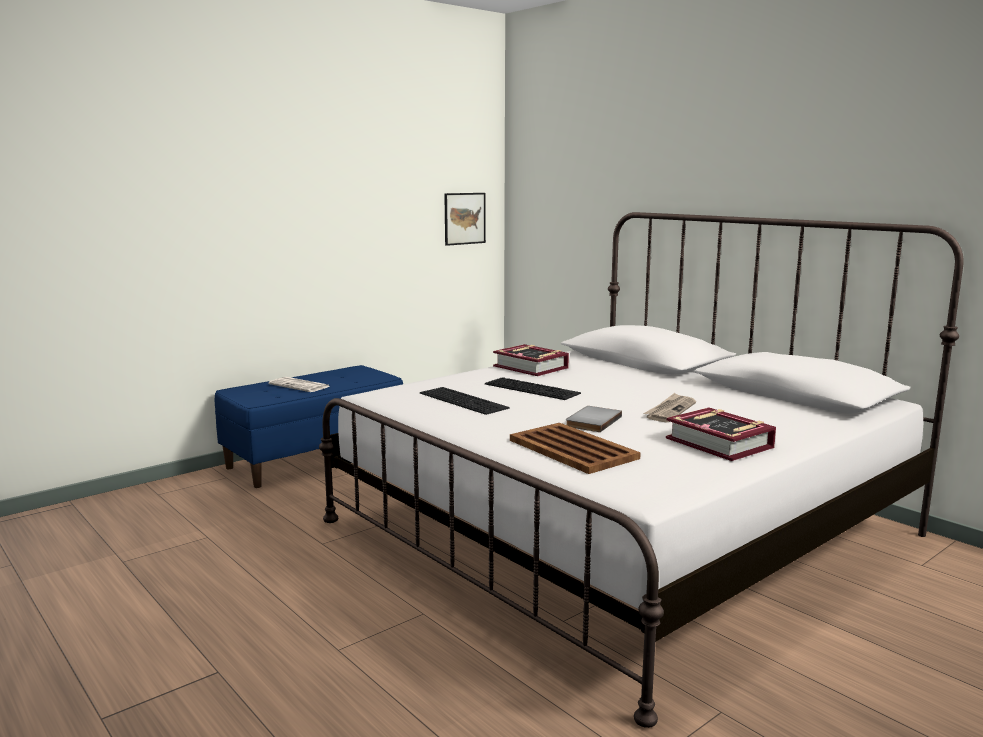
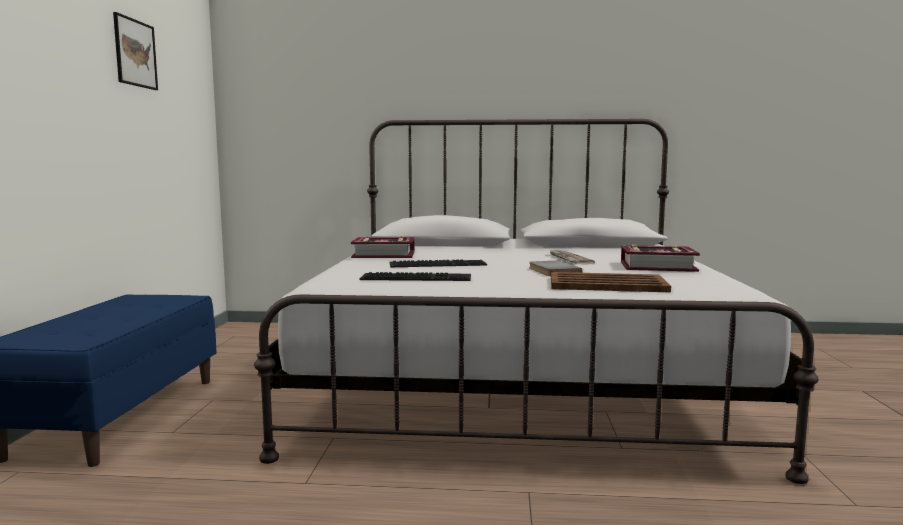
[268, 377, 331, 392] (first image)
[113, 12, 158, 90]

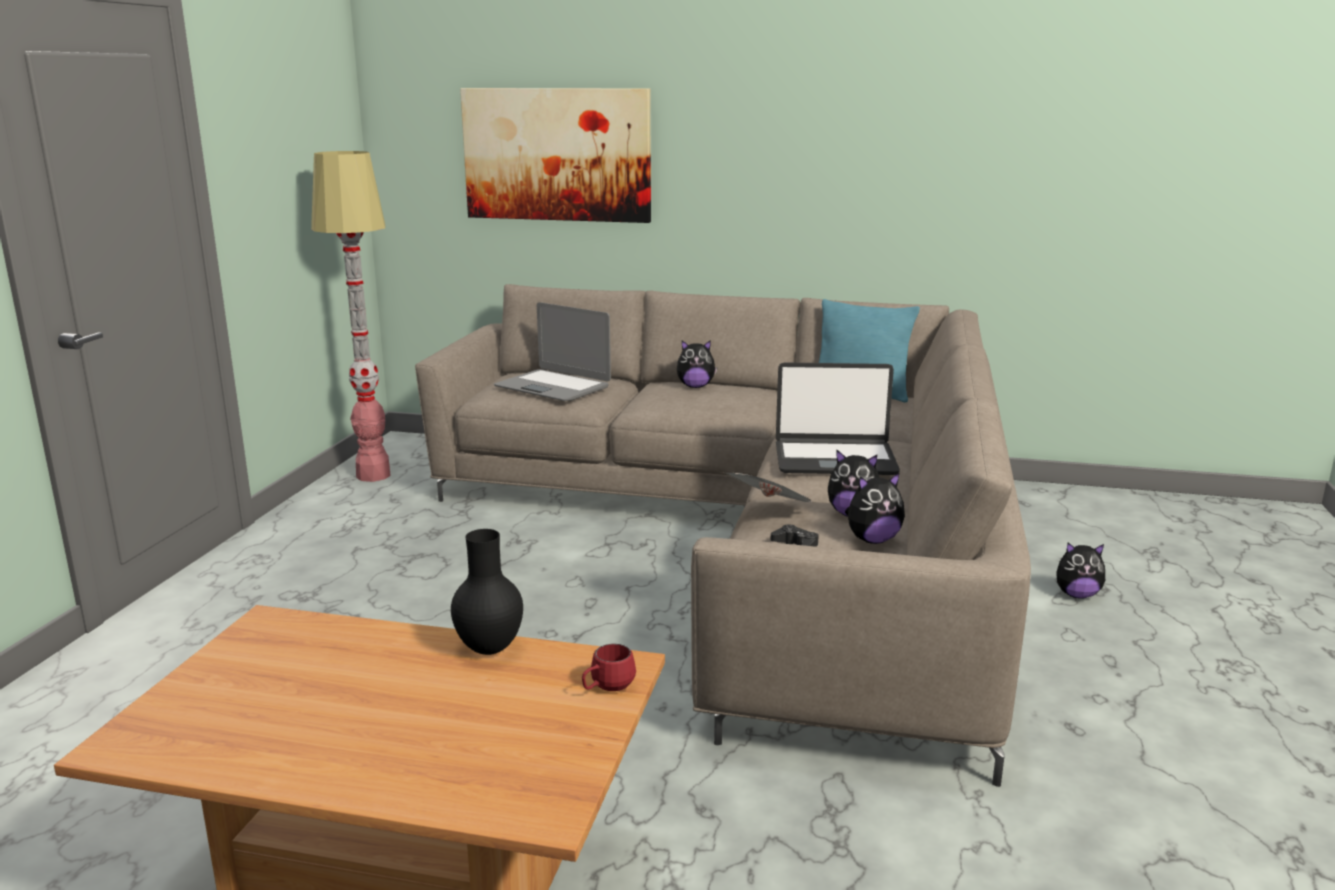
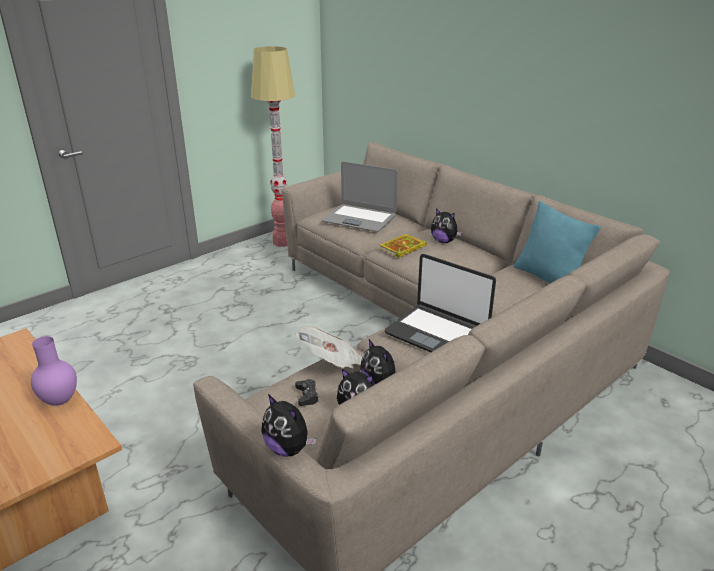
[460, 88, 651, 223] (first image)
[582, 643, 636, 691] (first image)
[380, 234, 427, 258]
[261, 394, 316, 457]
[31, 336, 77, 406]
[322, 162, 398, 232]

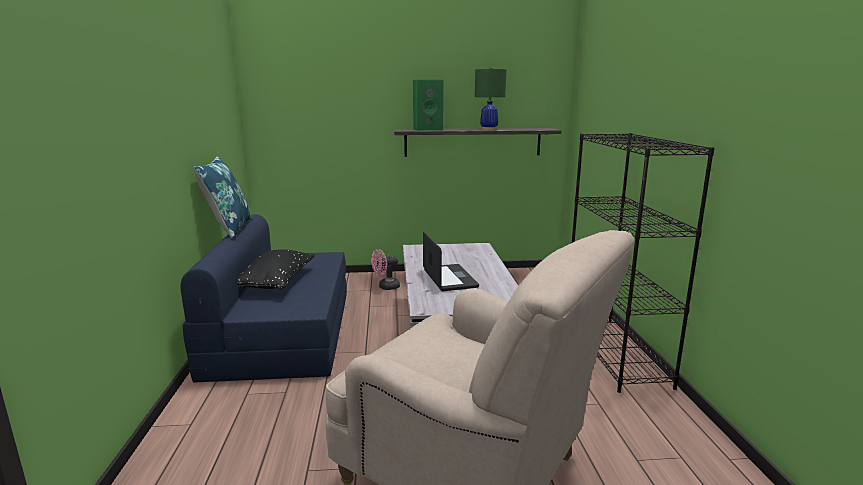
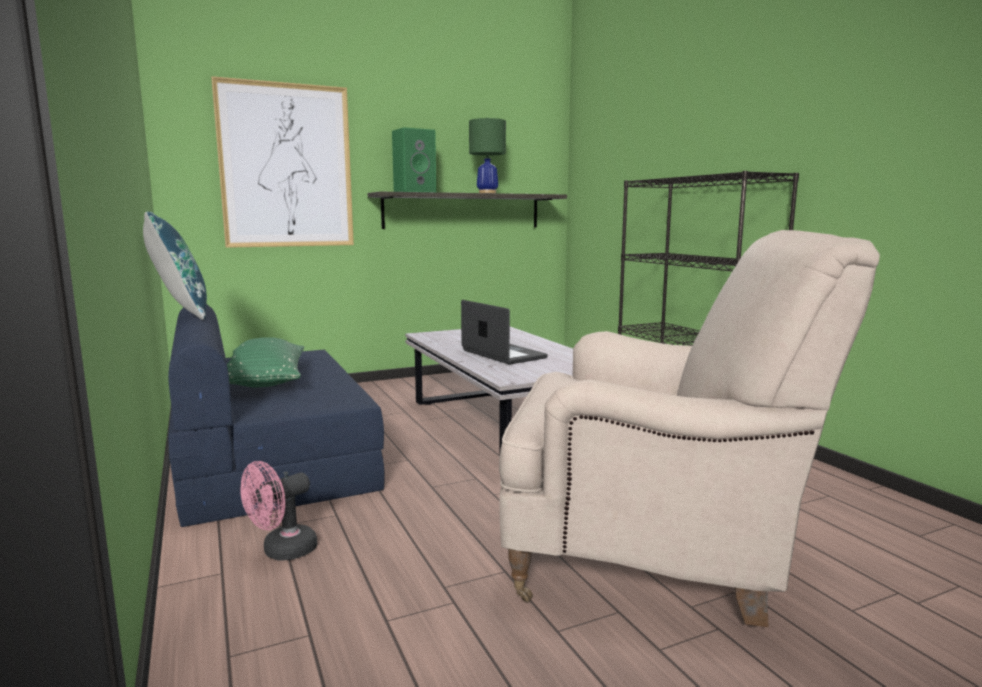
[211, 76, 354, 248]
[240, 461, 317, 560]
[227, 337, 304, 387]

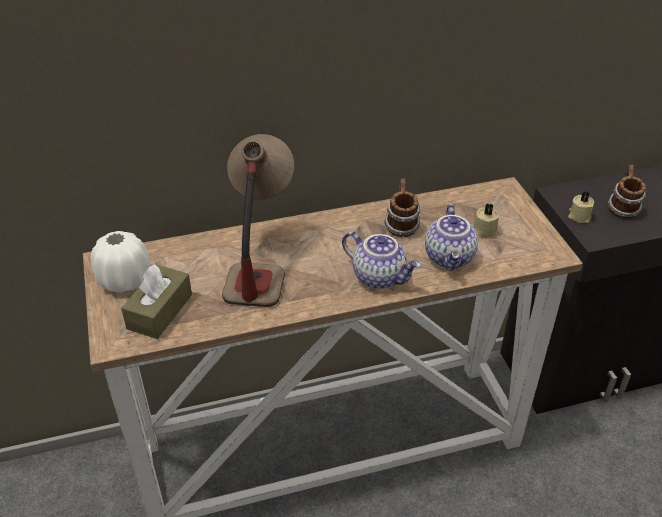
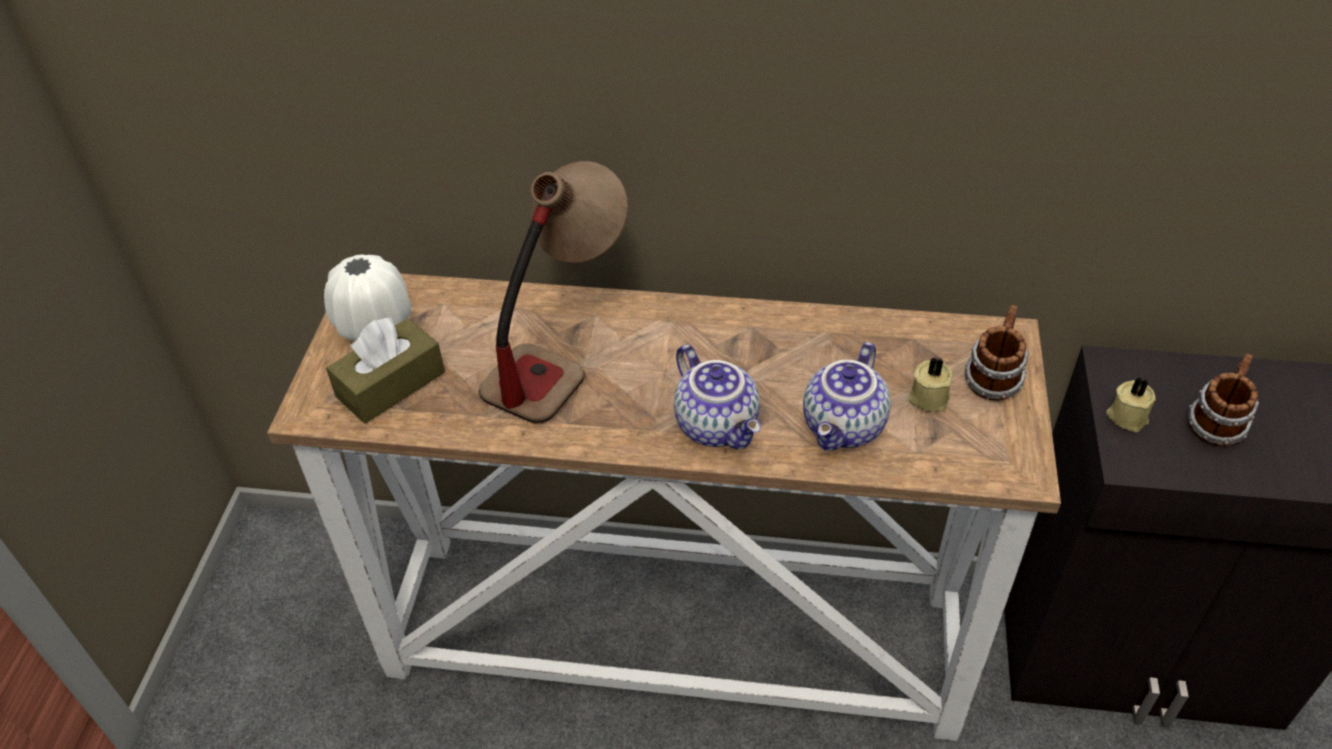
[965, 305, 1029, 401]

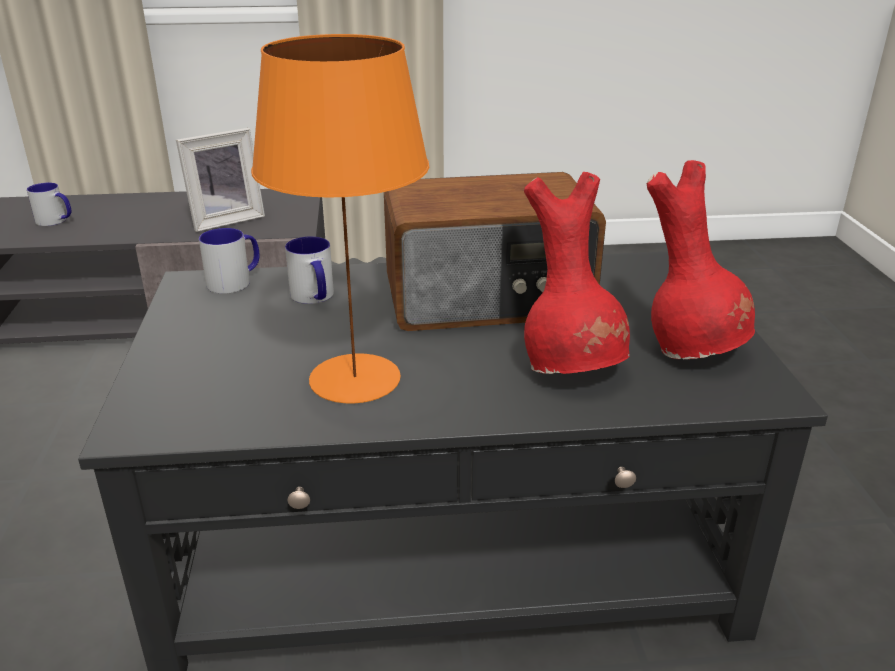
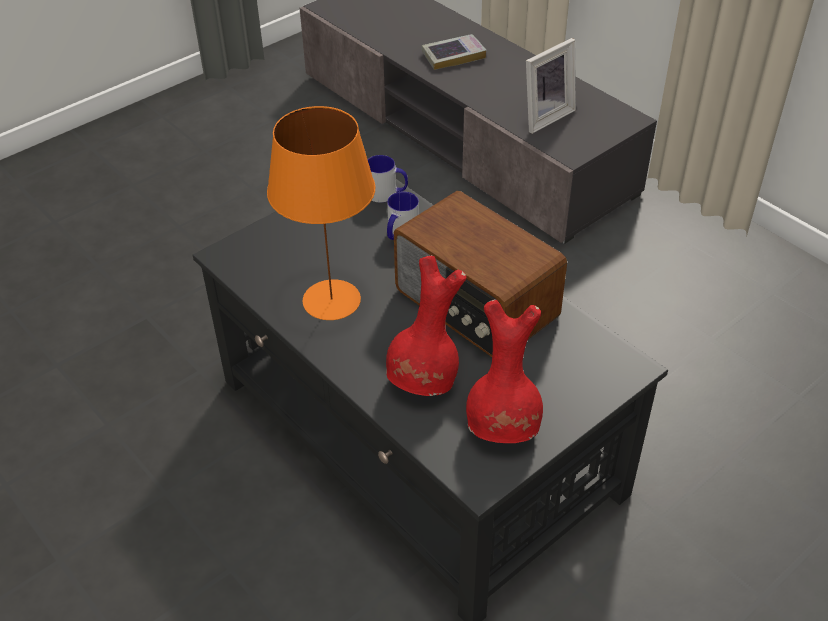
[421, 34, 486, 70]
[526, 38, 576, 134]

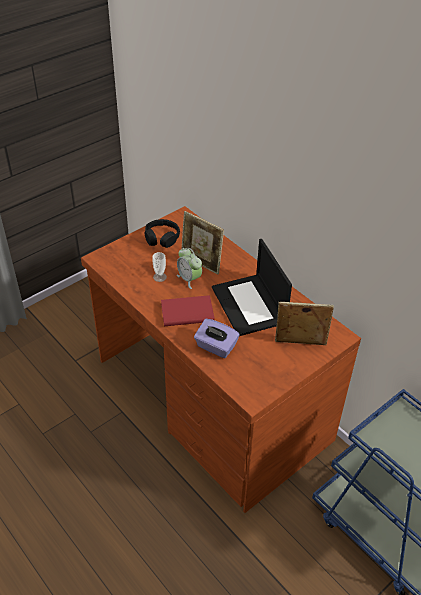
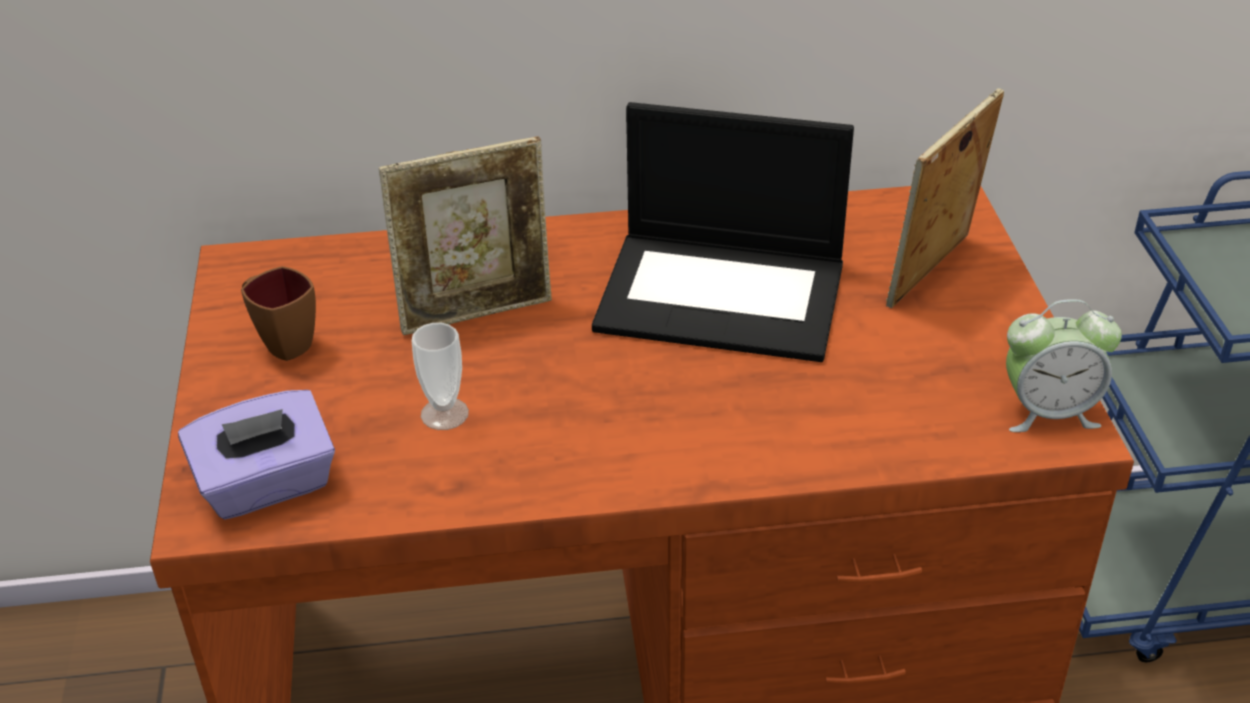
[161, 295, 215, 326] (first image)
[1006, 299, 1122, 432]
[178, 390, 335, 520]
[241, 266, 316, 361]

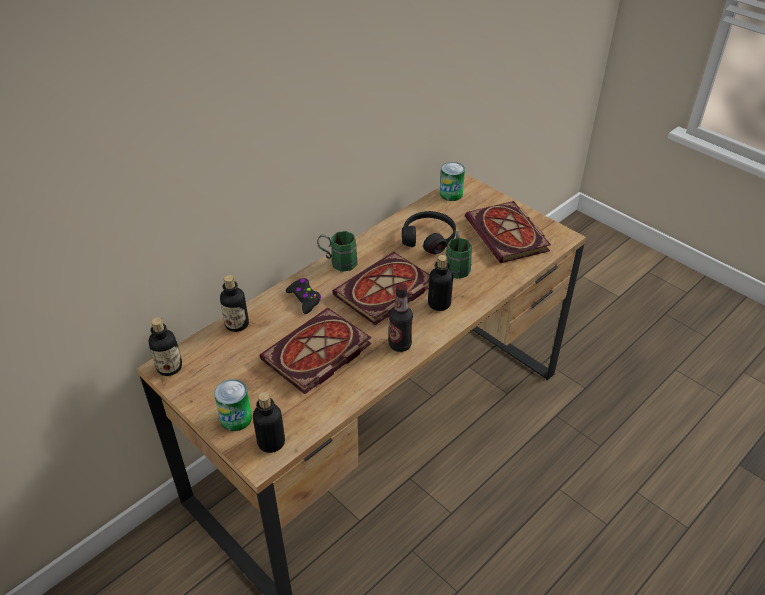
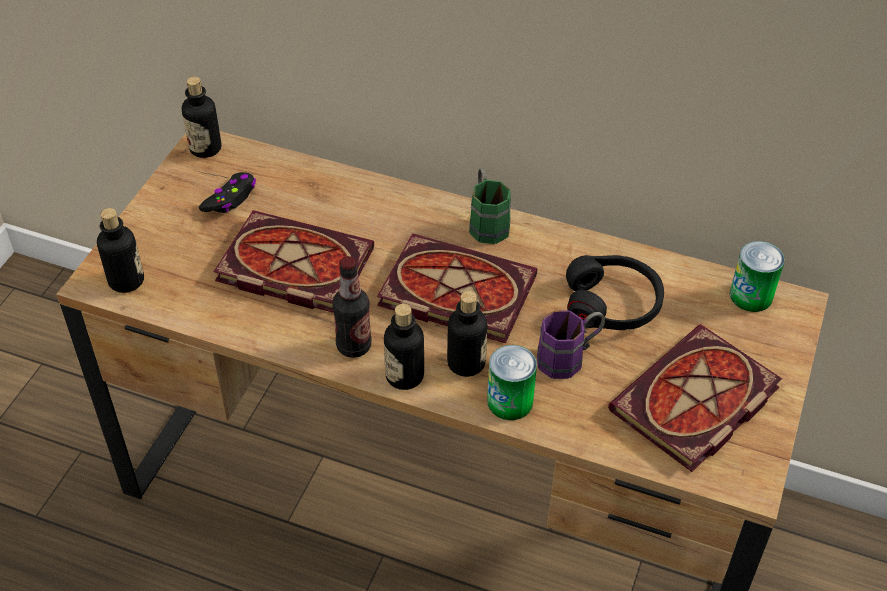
[487, 345, 537, 420]
[384, 304, 424, 390]
[199, 172, 256, 213]
[537, 310, 605, 379]

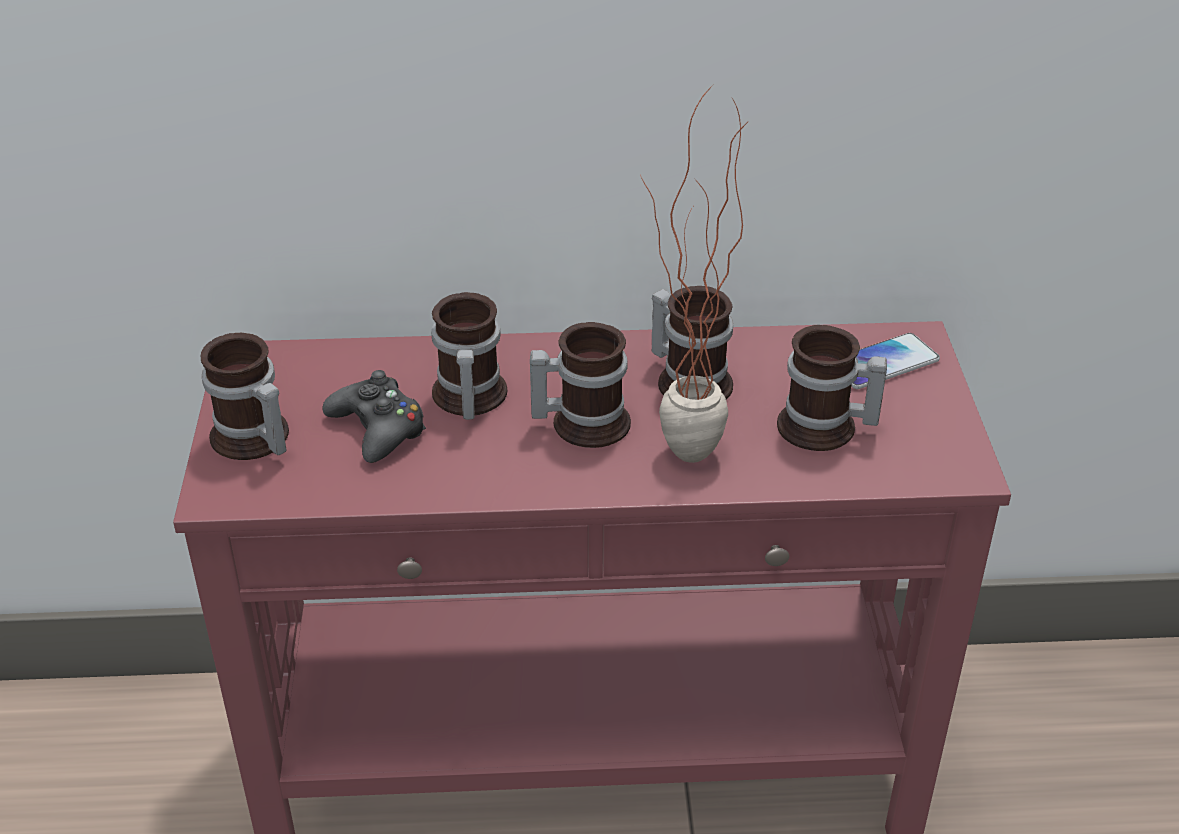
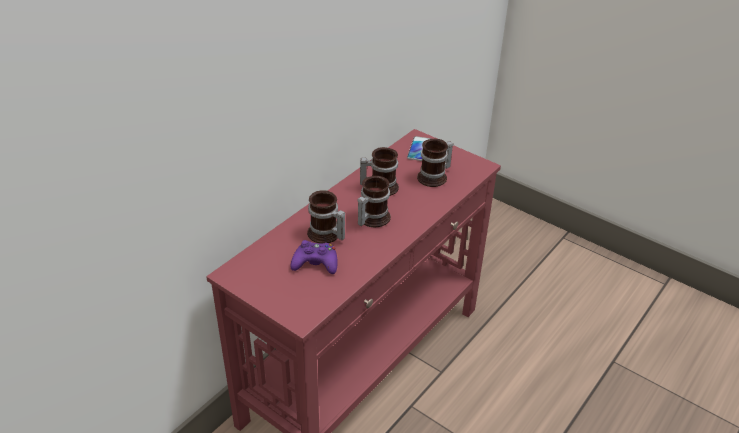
[201, 333, 289, 460] (first image)
[640, 85, 750, 463] (first image)
[290, 240, 338, 274]

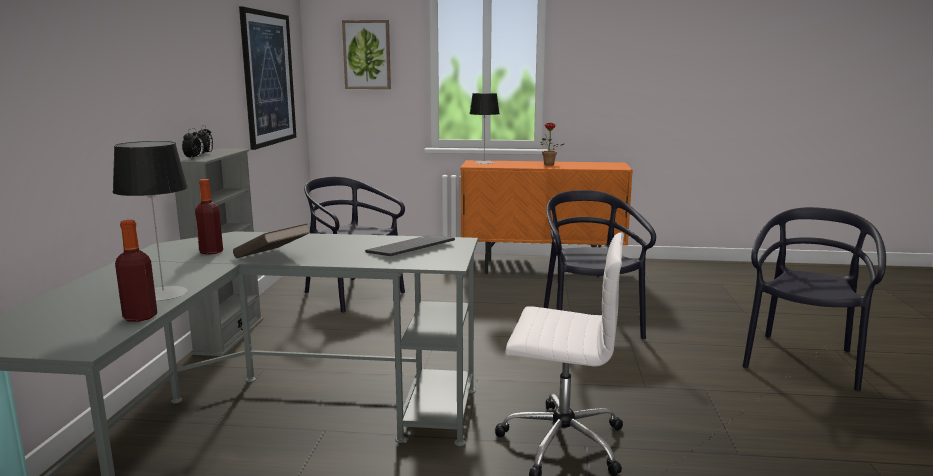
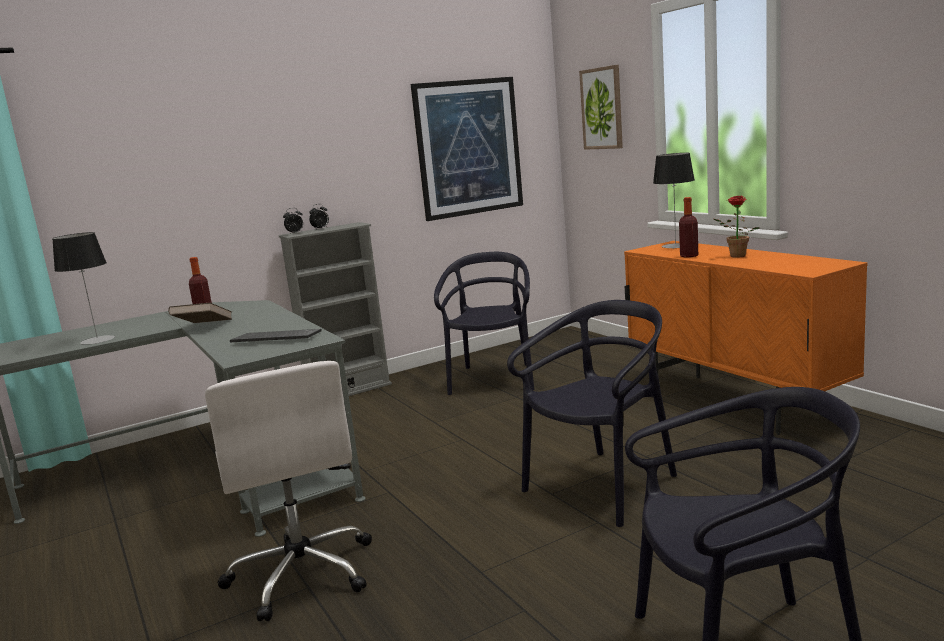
[679, 197, 698, 258]

